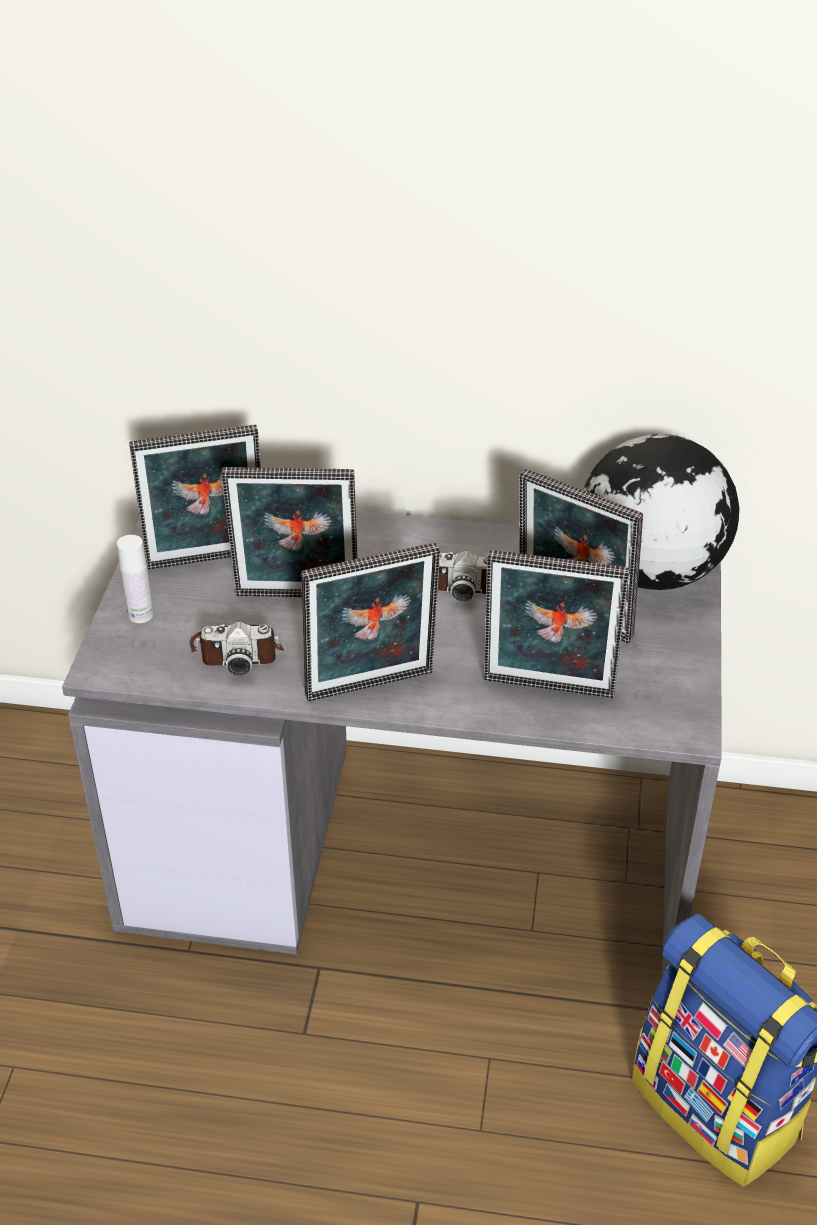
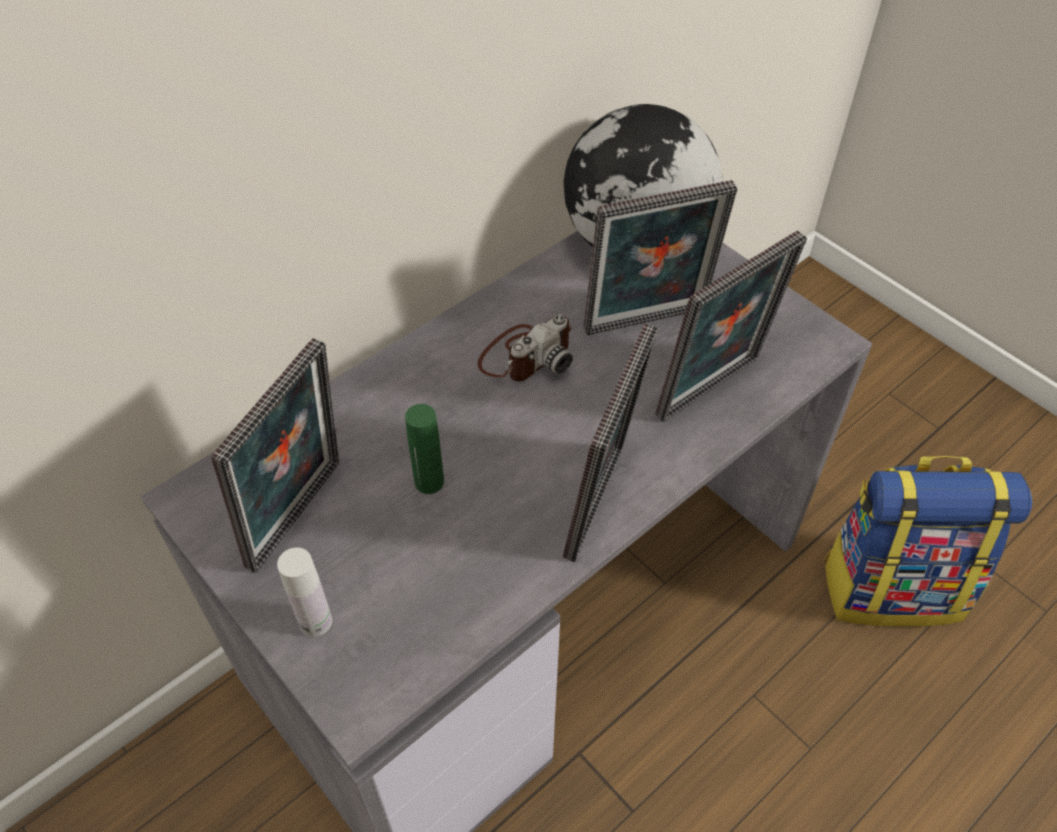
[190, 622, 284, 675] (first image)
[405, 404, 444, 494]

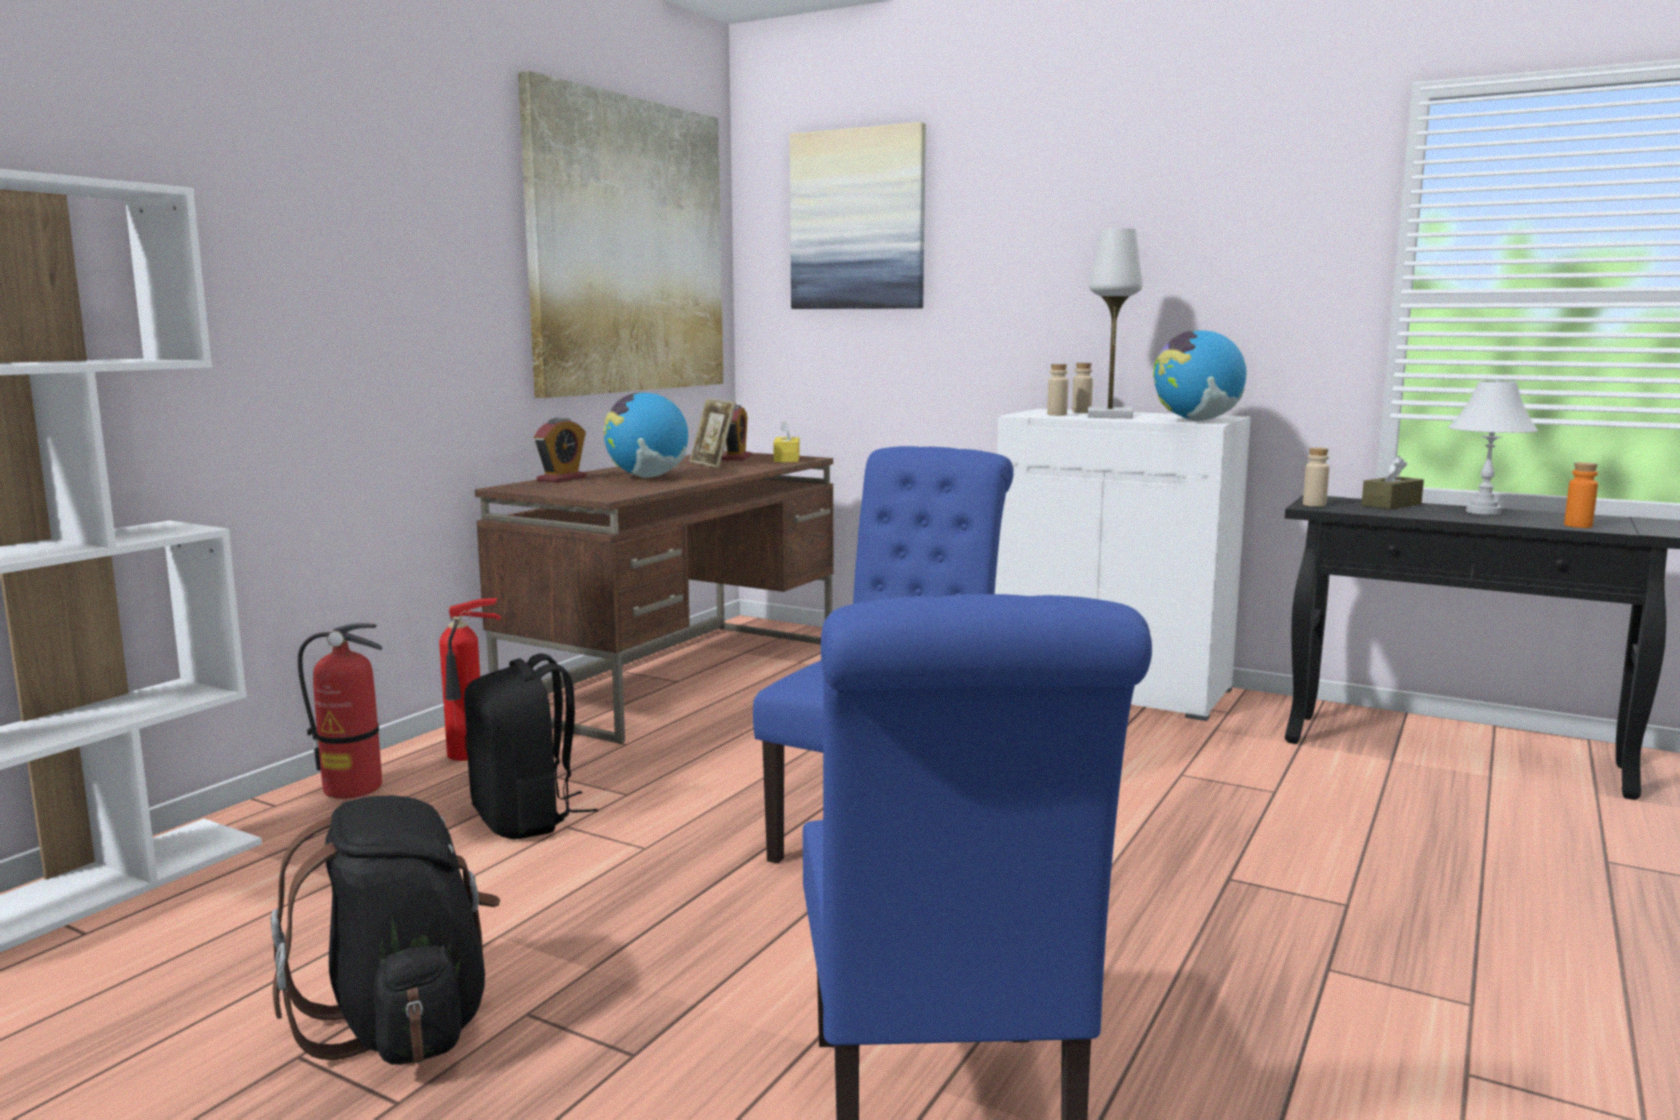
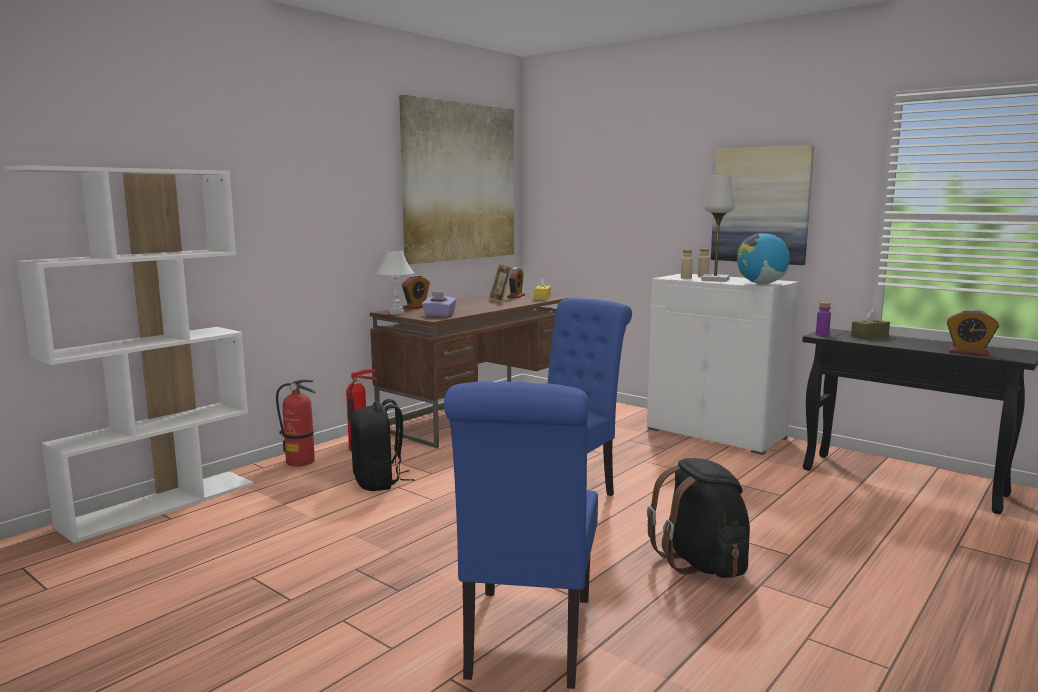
[604, 392, 688, 478] (first image)
[422, 292, 456, 317]
[647, 458, 750, 578]
[711, 145, 814, 265]
[376, 250, 414, 315]
[947, 309, 999, 356]
[816, 302, 831, 336]

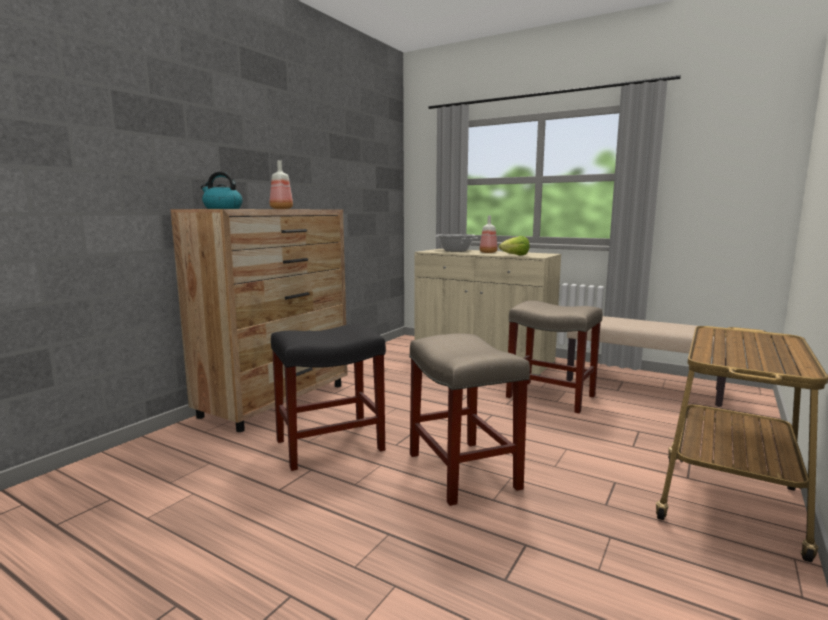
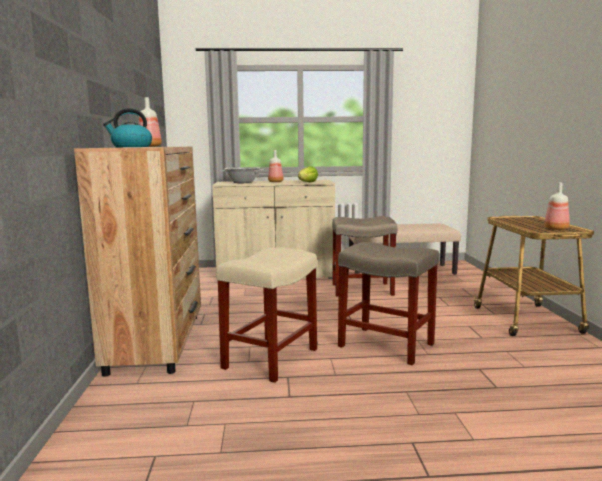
[544, 183, 570, 230]
[216, 247, 317, 383]

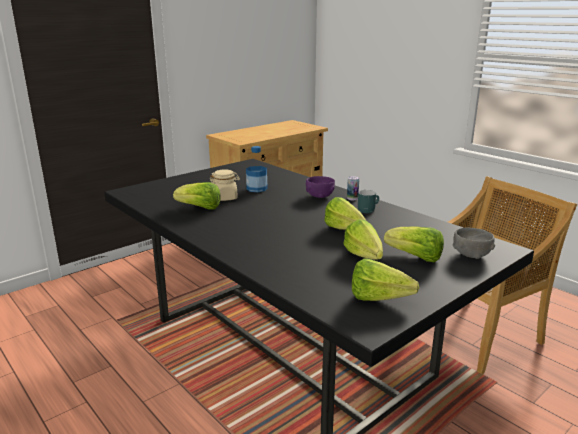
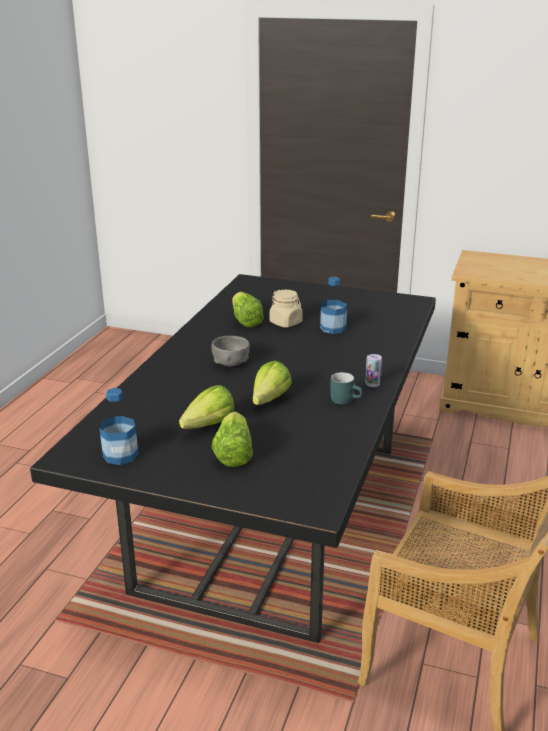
[306, 176, 335, 198] (first image)
[211, 336, 250, 367]
[100, 388, 139, 465]

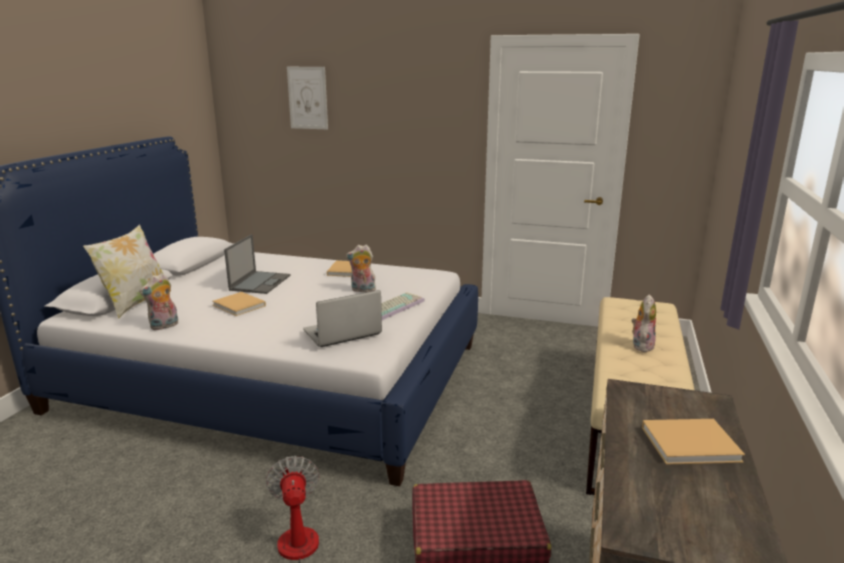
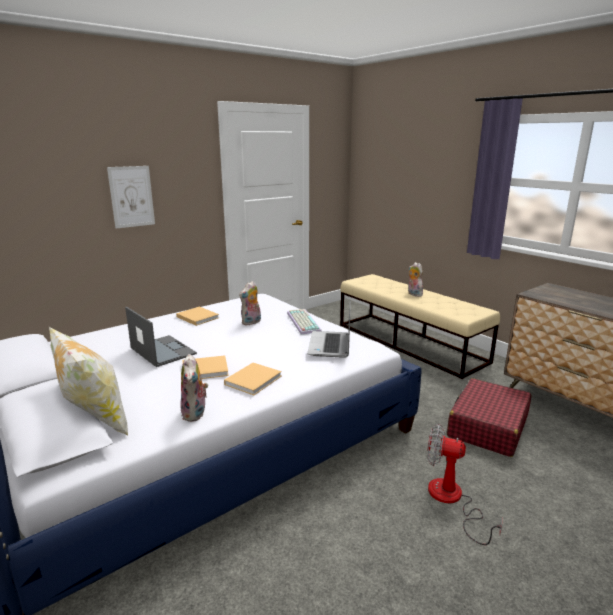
[107, 166, 155, 229]
[224, 363, 282, 395]

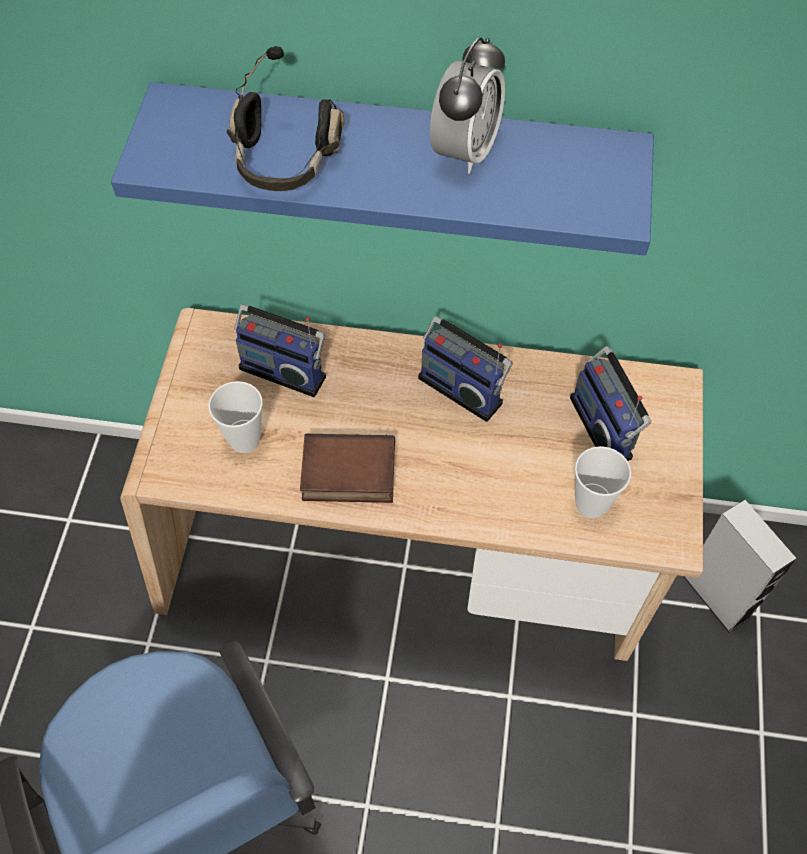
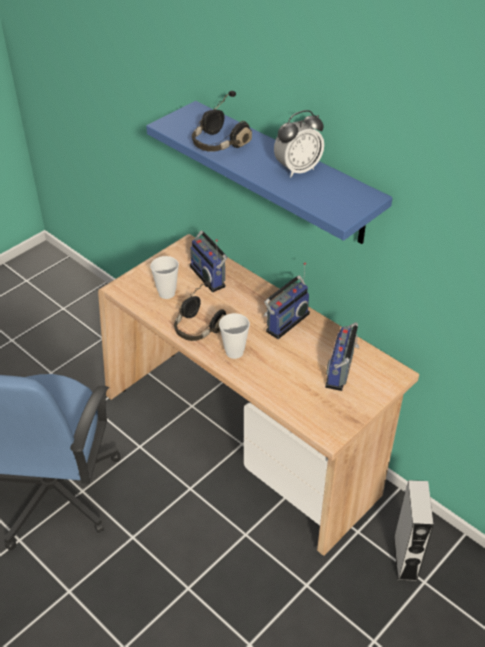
[219, 313, 250, 359]
[174, 282, 226, 341]
[264, 262, 310, 339]

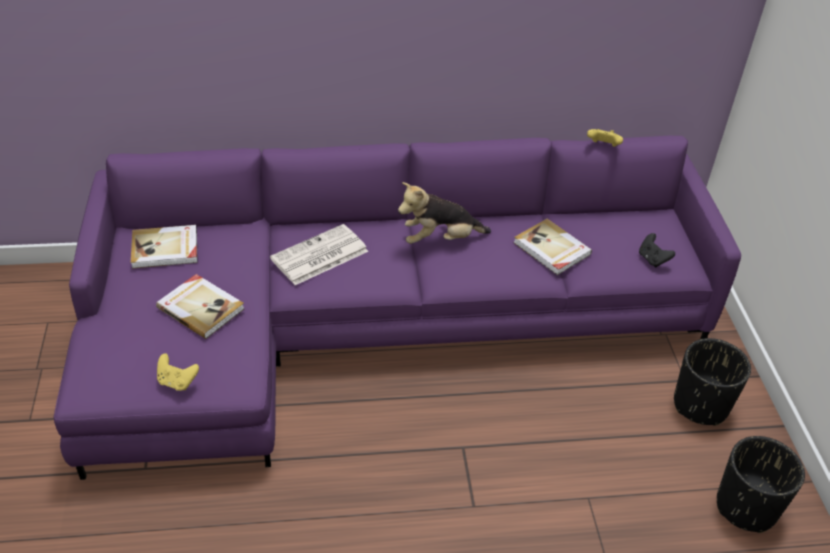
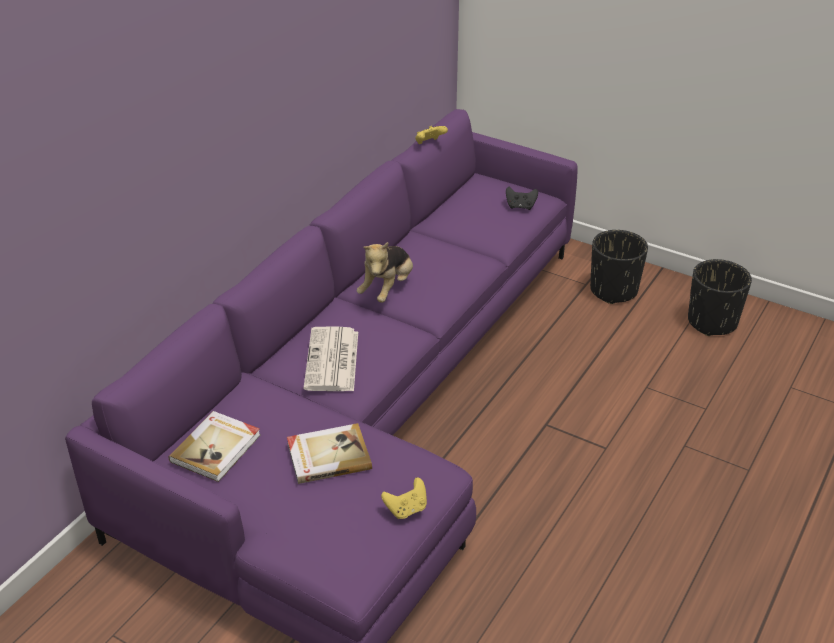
[513, 219, 592, 275] (first image)

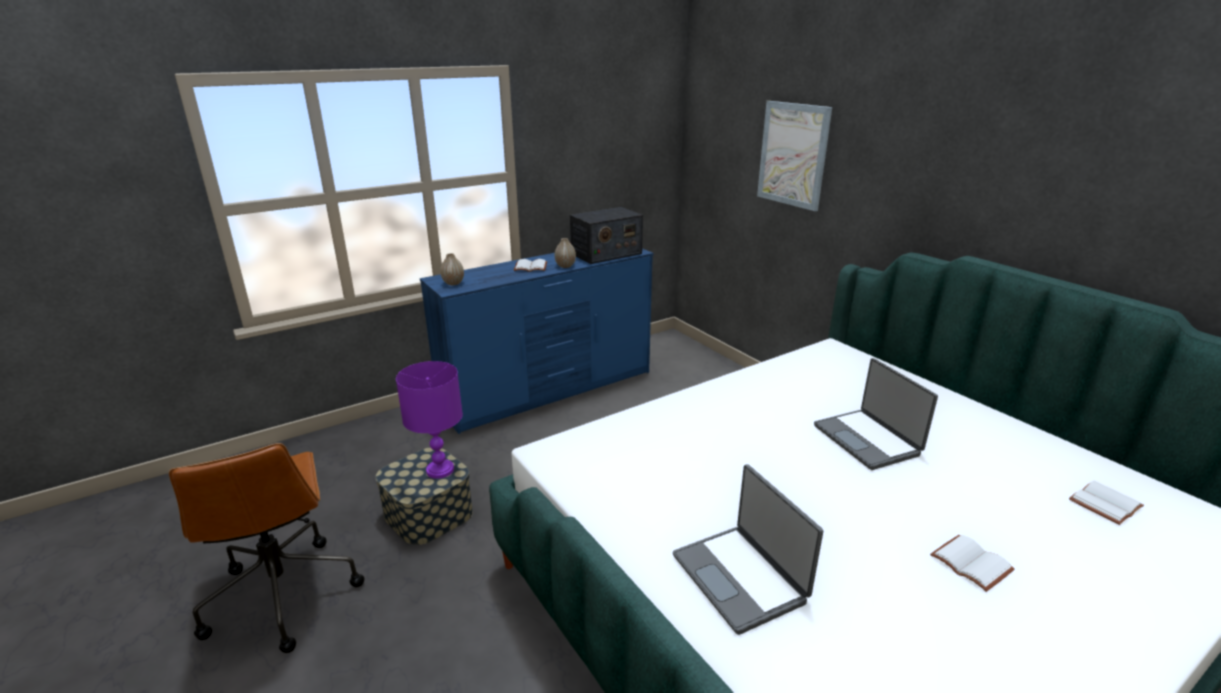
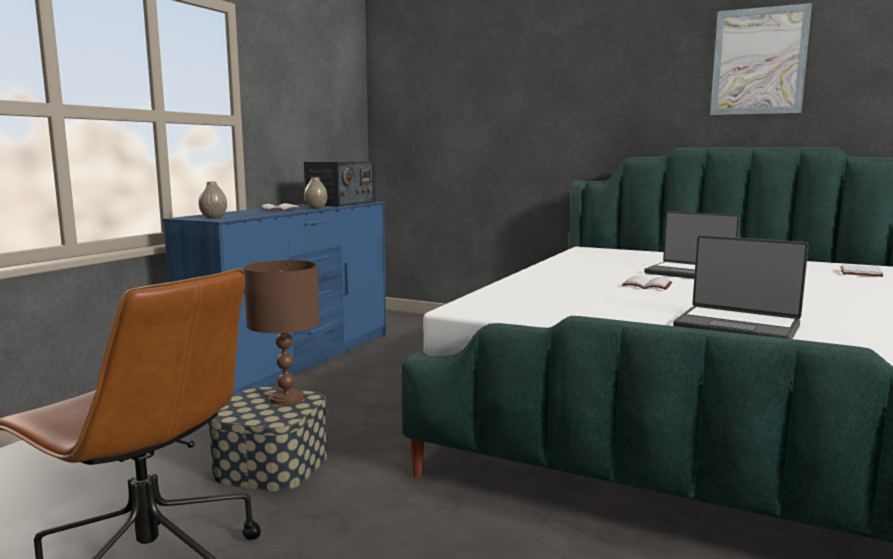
[710, 3, 812, 115]
[622, 275, 672, 290]
[243, 260, 320, 406]

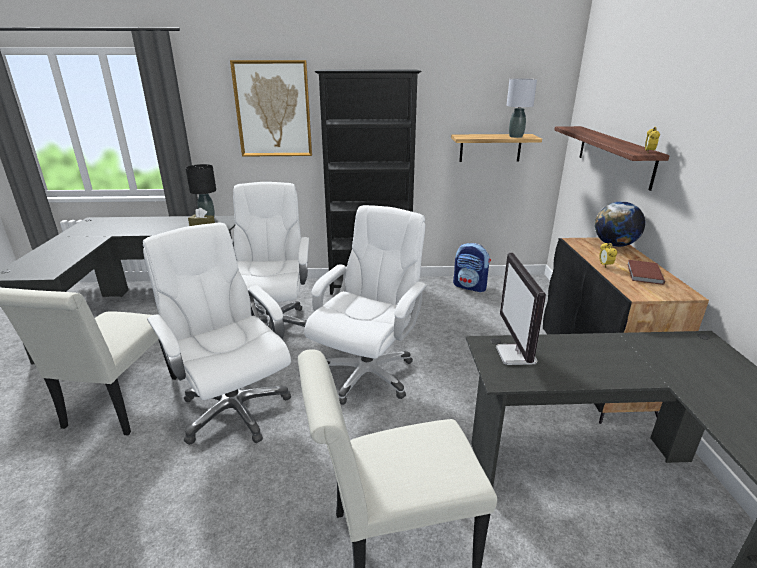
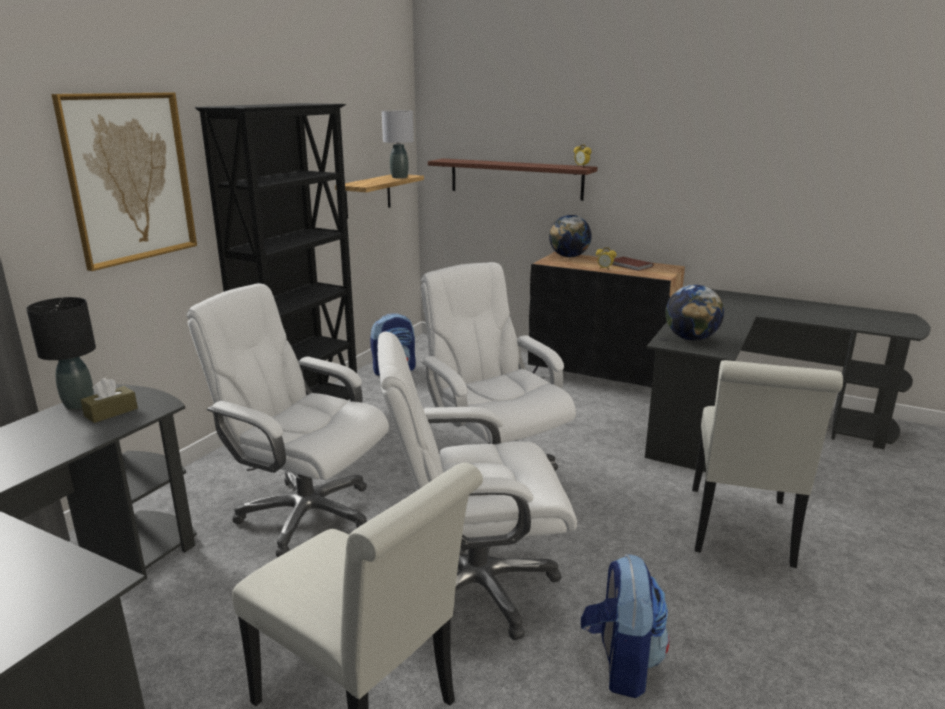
[581, 554, 669, 698]
[665, 285, 724, 341]

